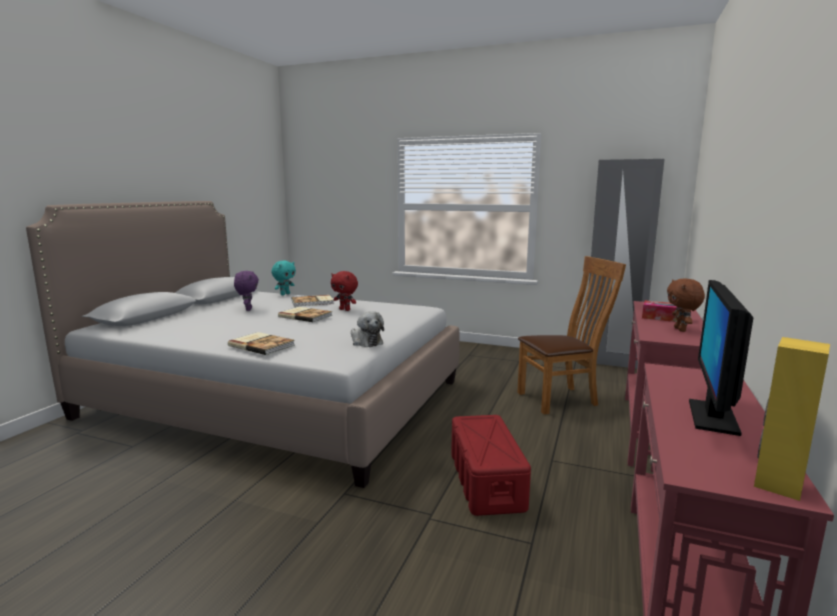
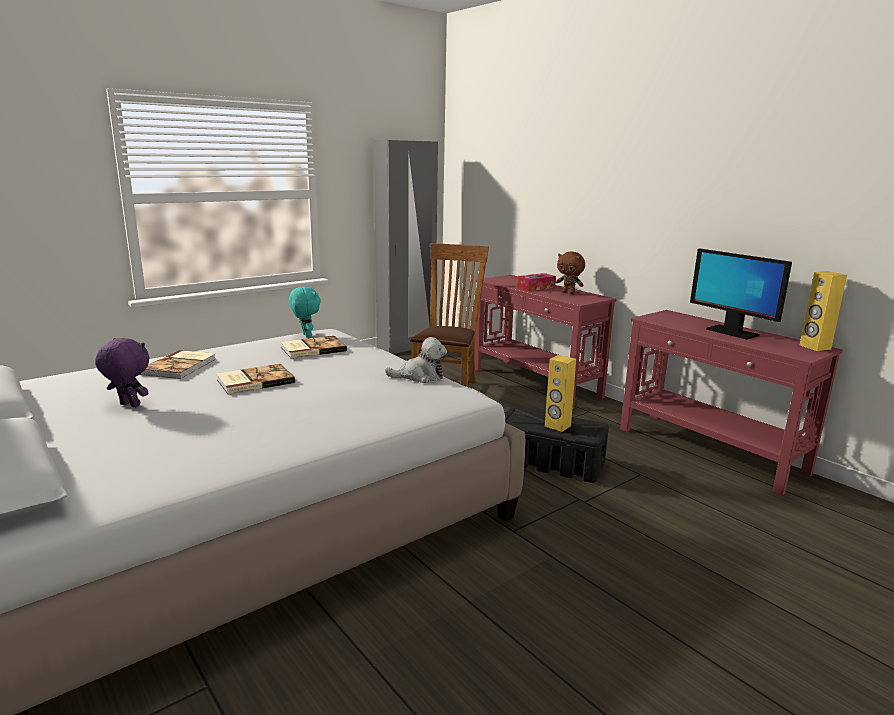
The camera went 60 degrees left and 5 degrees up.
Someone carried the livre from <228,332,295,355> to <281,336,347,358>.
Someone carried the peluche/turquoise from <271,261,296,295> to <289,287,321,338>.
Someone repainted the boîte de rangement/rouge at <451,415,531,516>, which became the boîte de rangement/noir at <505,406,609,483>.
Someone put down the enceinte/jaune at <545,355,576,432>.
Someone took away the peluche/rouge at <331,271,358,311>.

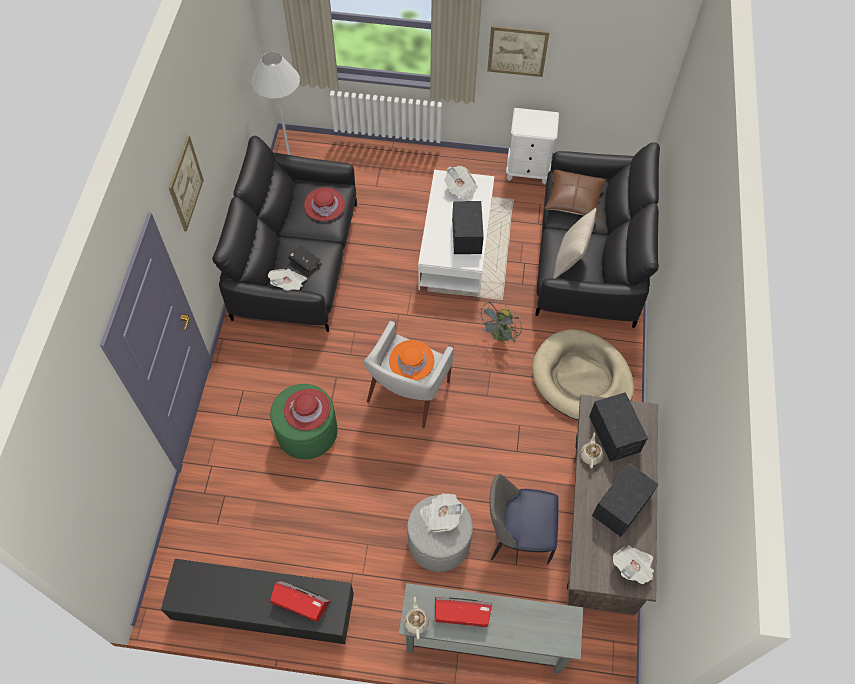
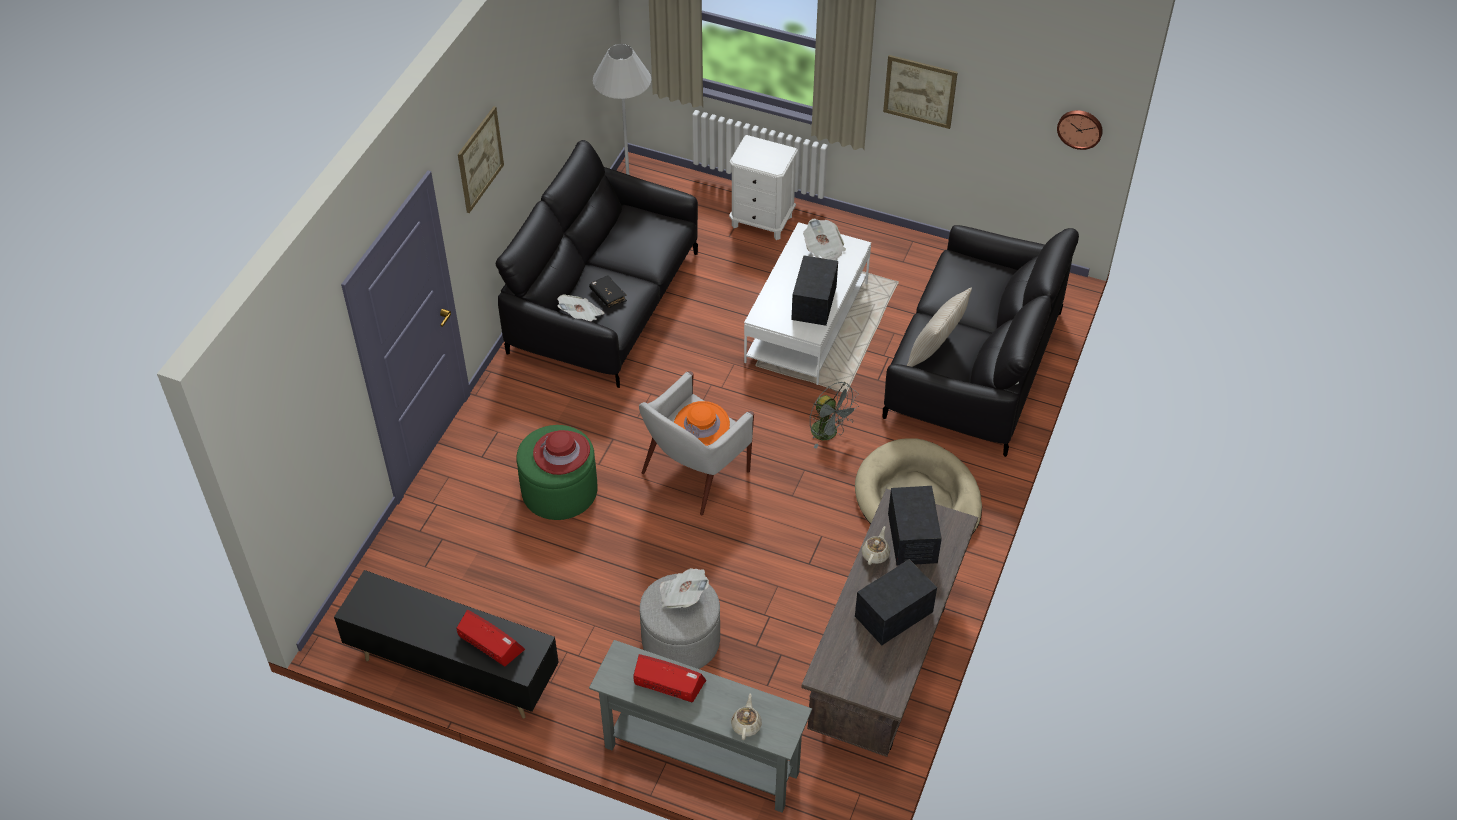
The camera went 15 degrees right and 10 degrees down.
Someone carried the table de chevet/blanc from <506,108,559,185> to <729,135,798,240>.
Someone carried the théière/beige from <404,597,429,639> to <731,693,762,740>.
Someone rotated the ventilateur/gris at <477,301,522,344> by 90 degrees counterclockwise.
Someone put up the horloge murale at <1057,110,1103,150>.
Someone took away the chapeau/rouge at <304,187,345,221>.
Someone took away the chaise at <490,474,559,565>.
Someone took away the coussin/marron at <545,170,606,219>.
Someone took away the journal at <613,545,654,584>.

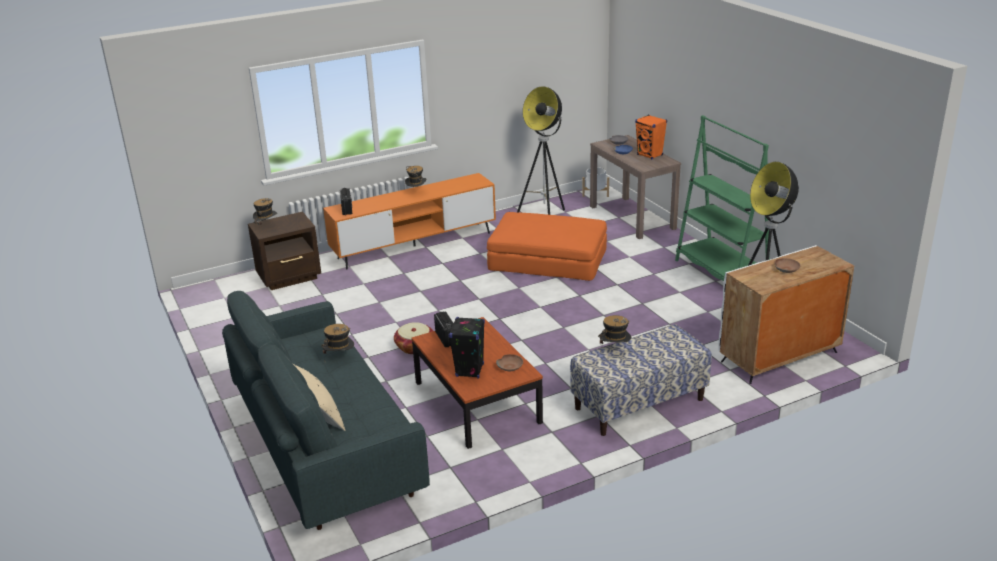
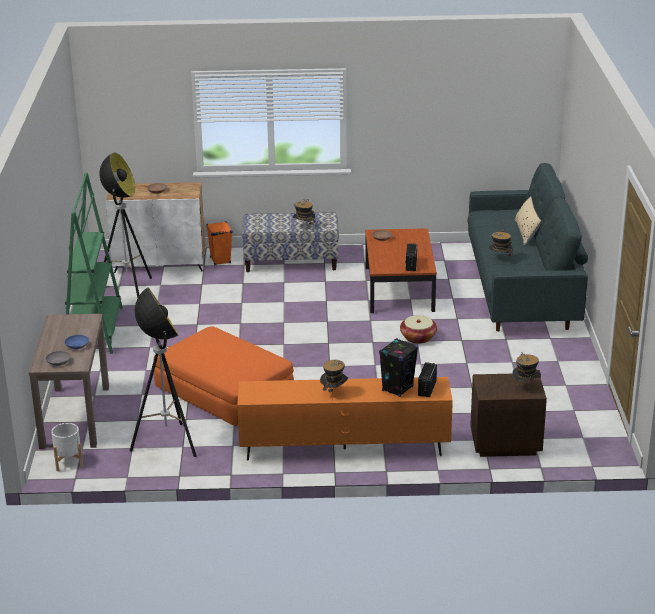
The camera went 155 degrees left and 0 degrees up.
Someone carried the enceinte/orange from <635,115,667,159> to <207,221,232,266>.
Someone carried the enceinte/noir from <449,317,485,378> to <379,338,418,397>.

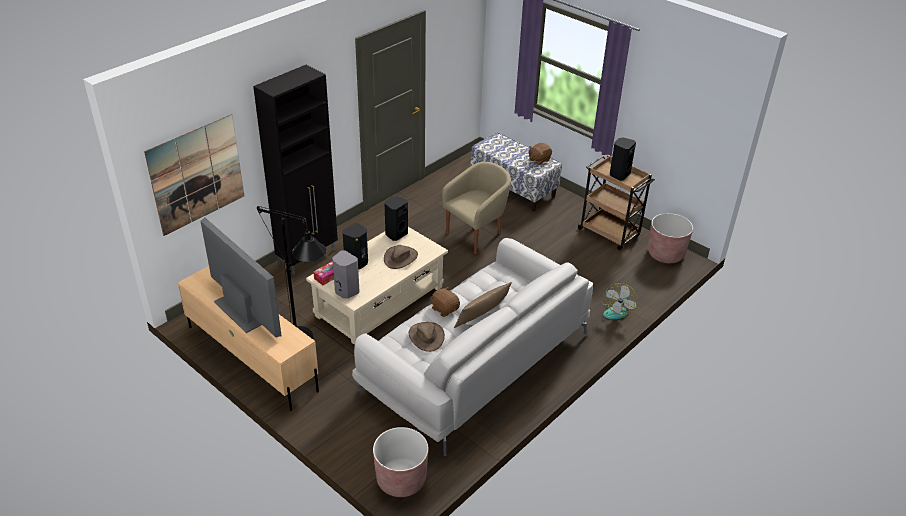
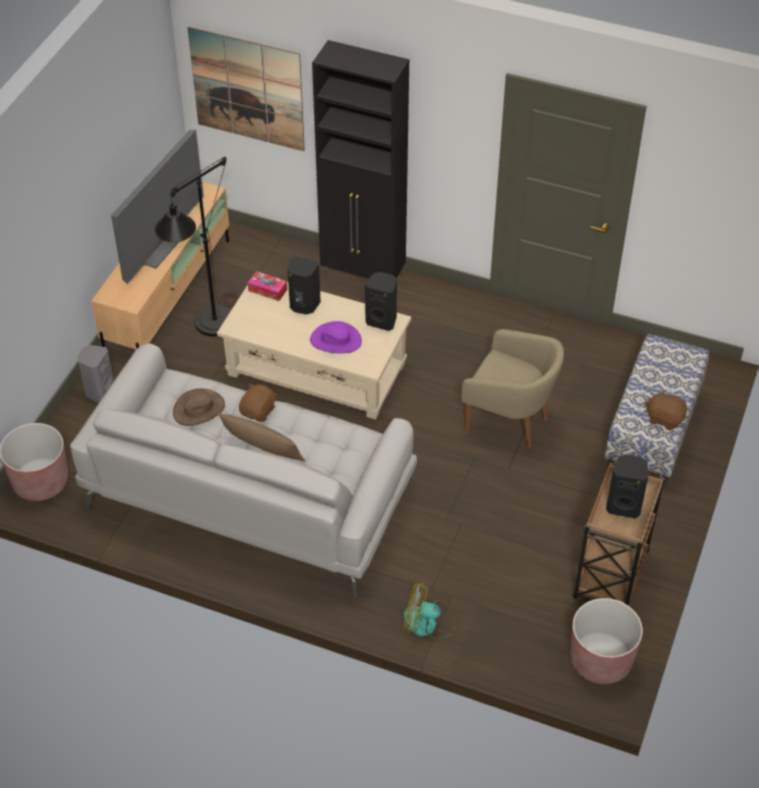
The camera went 70 degrees right and 10 degrees up.
Someone carried the enceinte/gris from <332,250,359,299> to <77,345,114,403>.
Someone repainted the chapeau/marron at <384,245,418,269>, which became the chapeau/violet at <310,321,362,354>.

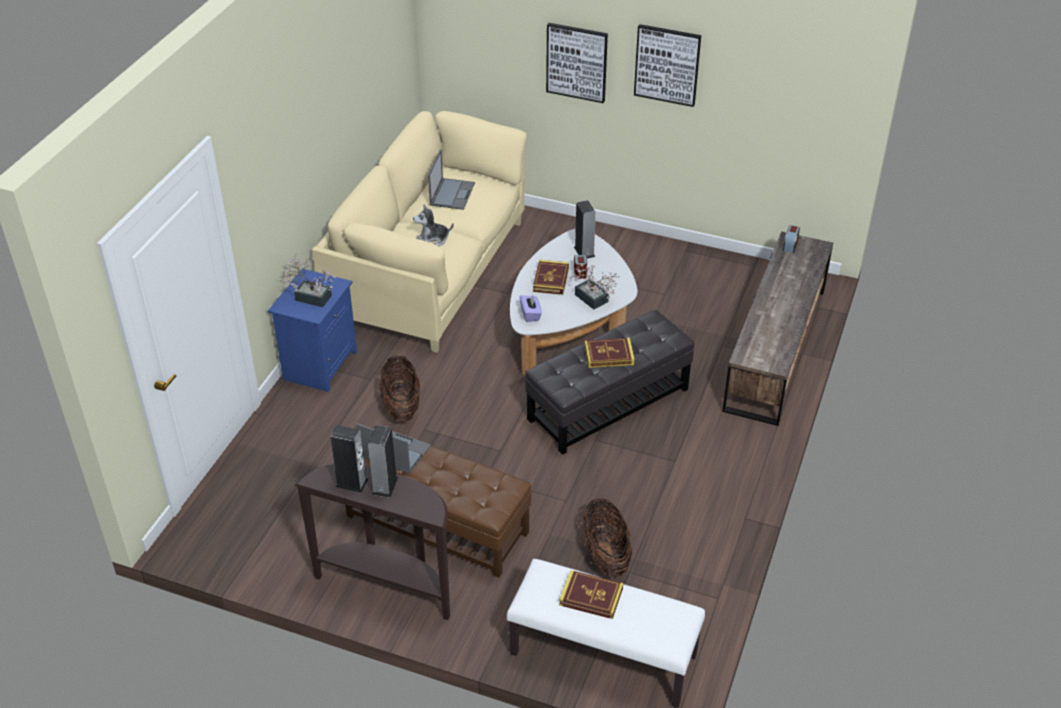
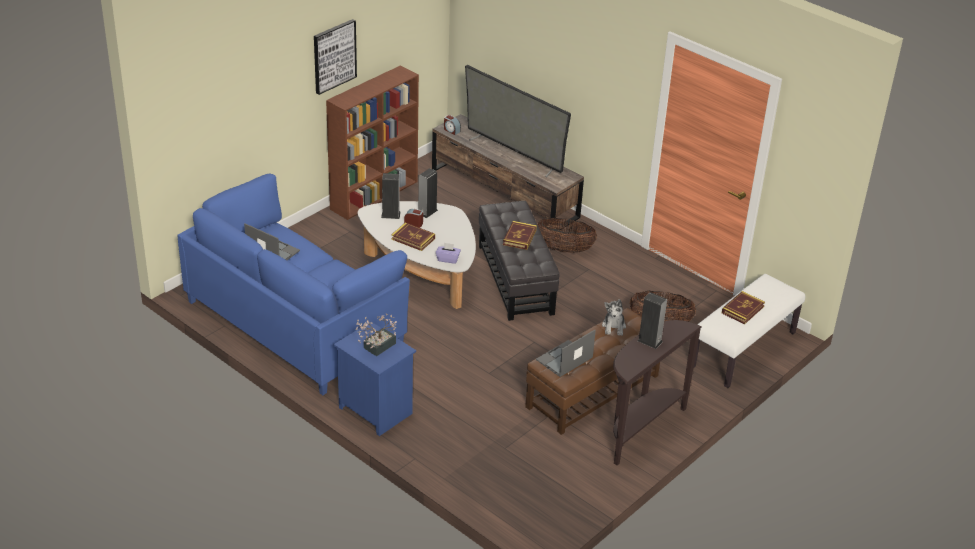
The camera went 70 degrees left and 5 degrees down.
Someone repainted the canapé/beige at <312,111,527,353>, which became the canapé/bleu at <177,174,410,395>.
Someone put down the bibliothèque/marron at <326,66,419,220>.
Someone carried the enceinte from <330,425,369,493> to <418,168,438,218>.
Someone put down the téléviseur at <465,65,571,178>.
Someone carried the panier from <380,355,420,422> to <537,218,597,253>.
Someone carried the peluche from <413,205,453,246> to <602,299,626,336>.
Someone took away the tableau at <546,23,608,103>.
Someone took away the plante en pot at <569,264,619,310>.

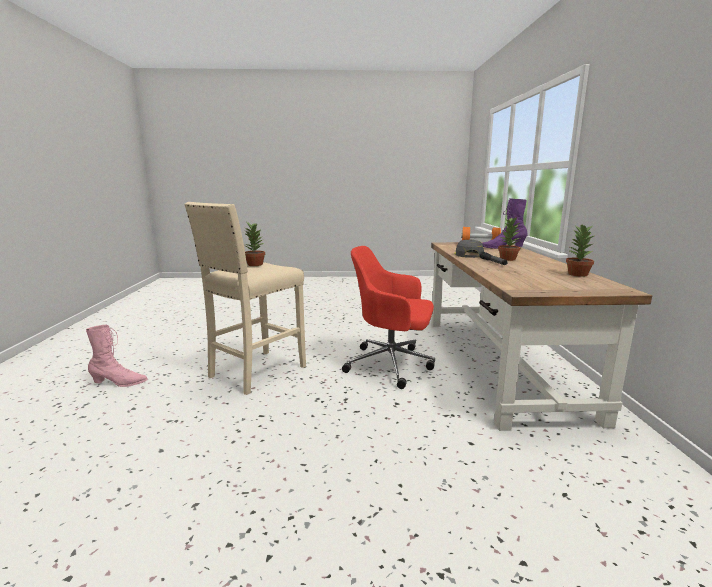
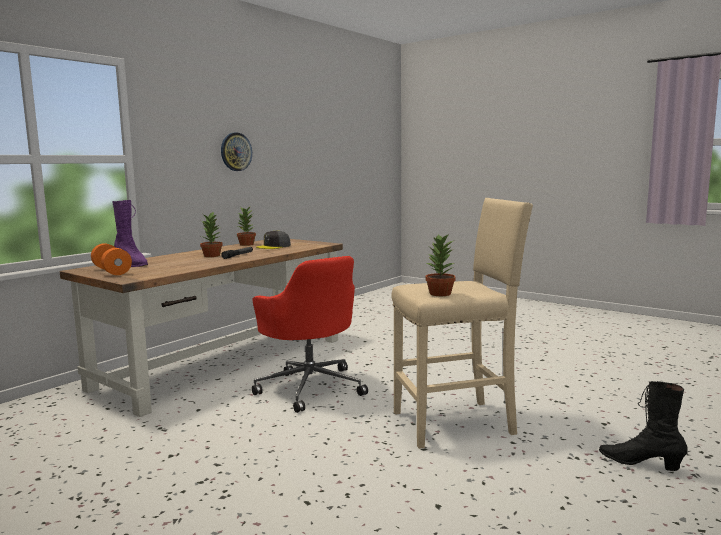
The camera went 140 degrees left and 5 degrees down.
Someone put up the horloge murale at <221,133,252,171>.
Someone carried the casquette/gris from <454,239,484,258> to <256,230,291,249>.
Someone repainted the botte/rose at <86,325,148,387>, which became the botte/noir at <599,381,688,471>.

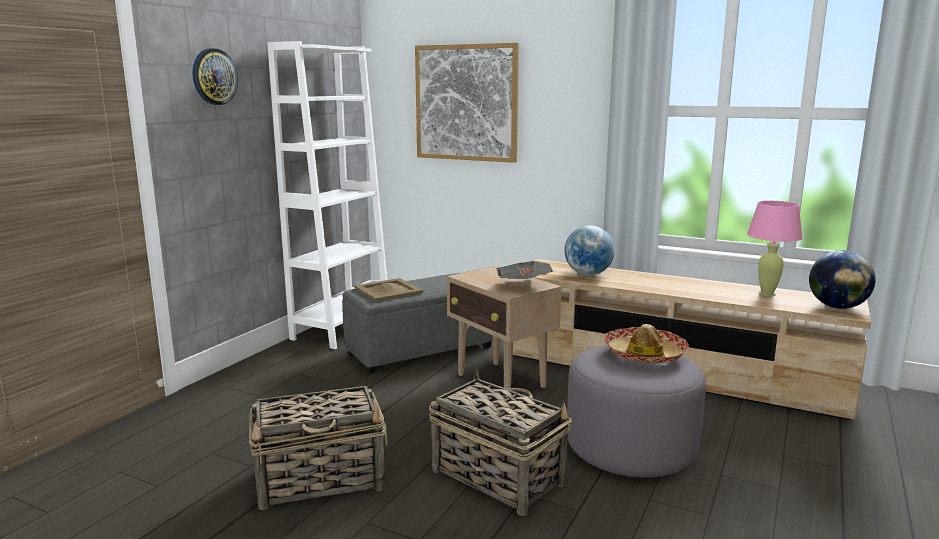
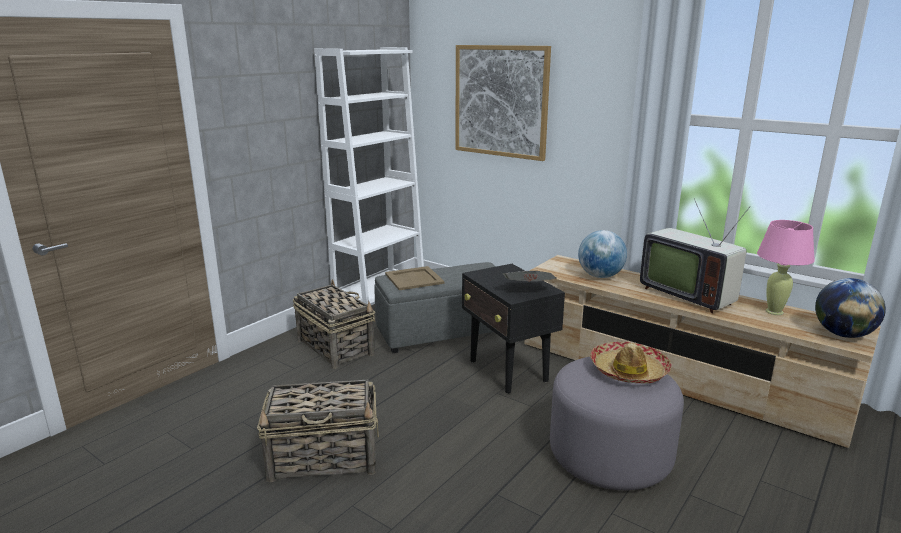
The camera went 10 degrees right and 5 degrees up.
Someone carried the panier from <429,370,572,516> to <293,279,376,369>.
Someone repainted the table d'appoint/beige at <447,266,561,389>, which became the table d'appoint/noir at <462,264,565,393>.
Someone put down the téléviseur at <640,198,750,313>.
Someone took away the horloge murale at <193,48,238,105>.

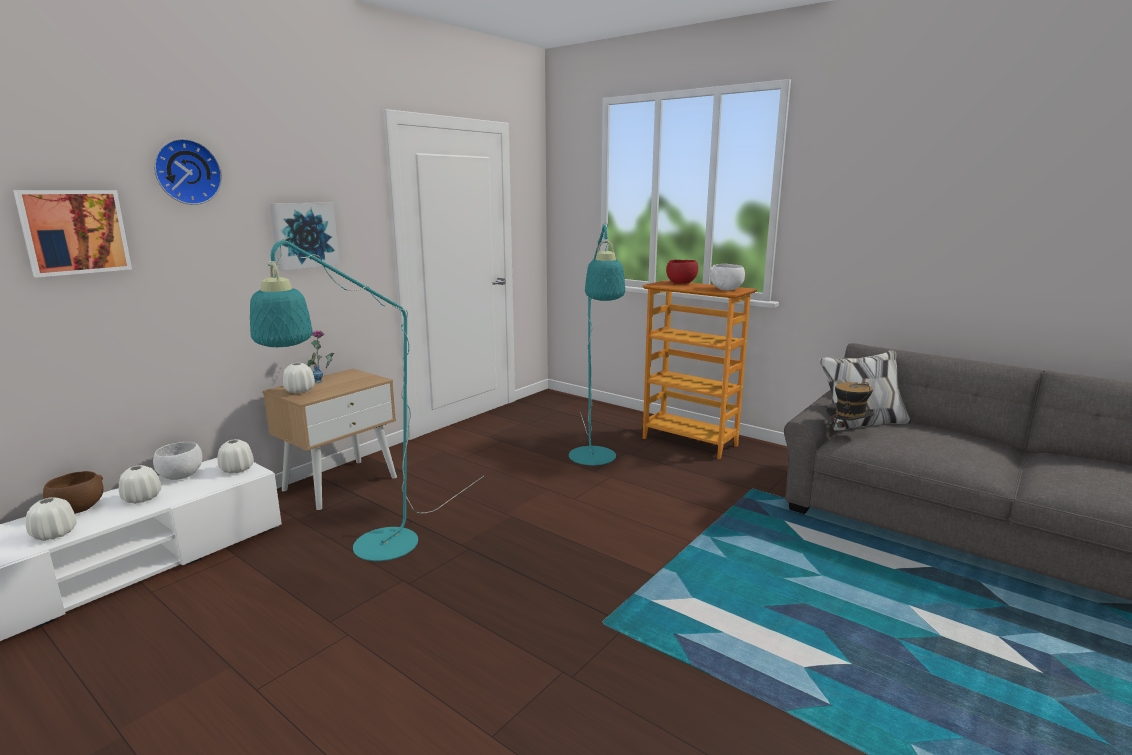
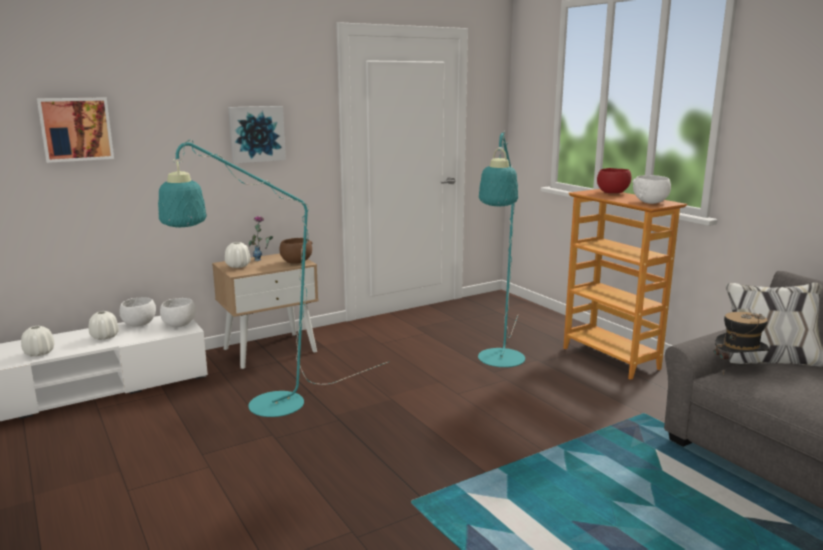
The camera went 20 degrees right and 0 degrees up.
Someone swapped the vase/blanc at <218,439,254,474> for the bol/blanc at <160,298,196,327>.
Someone carried the bol/marron from <43,471,104,514> to <279,238,312,263>.
Someone took away the horloge murale at <154,139,222,205>.

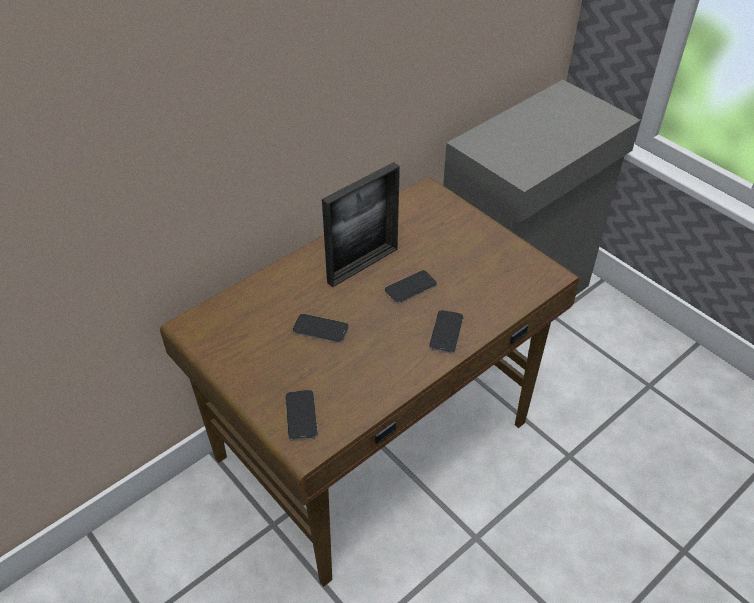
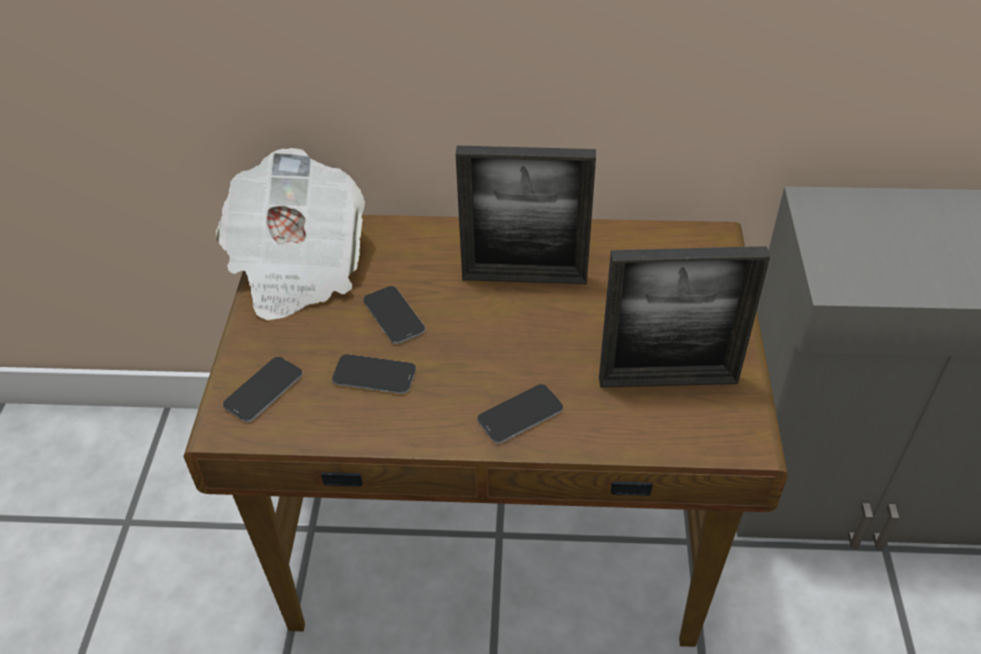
The camera went 45 degrees right and 0 degrees up.
Someone put down the journal at <216,148,365,321>.
Someone carried the téléphone from <385,270,437,304> to <332,354,416,394>.
Someone put down the cadre photo at <599,246,770,388>.

